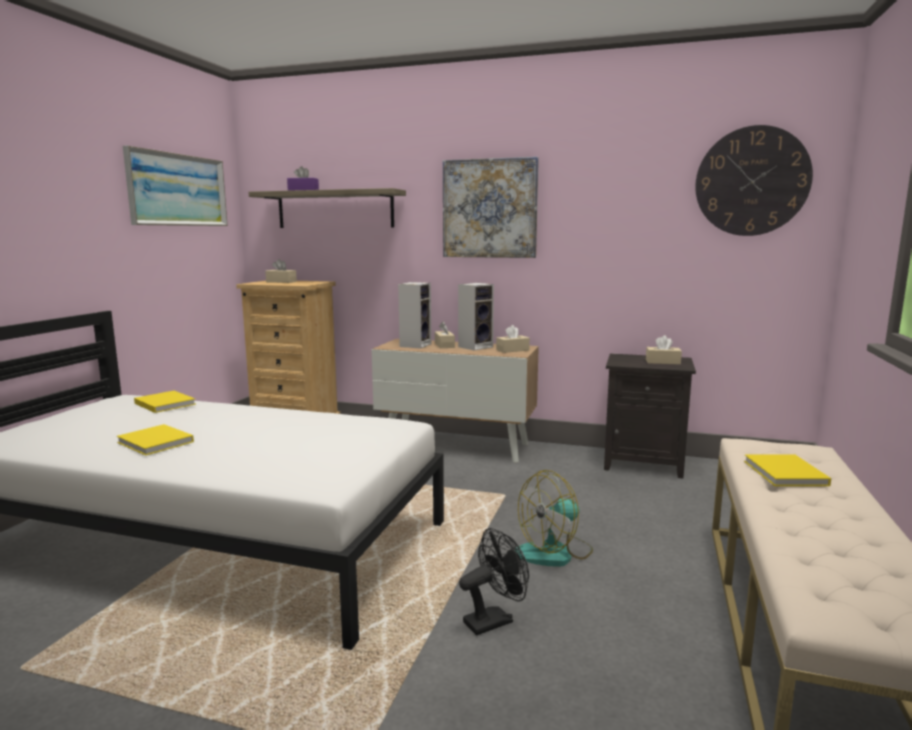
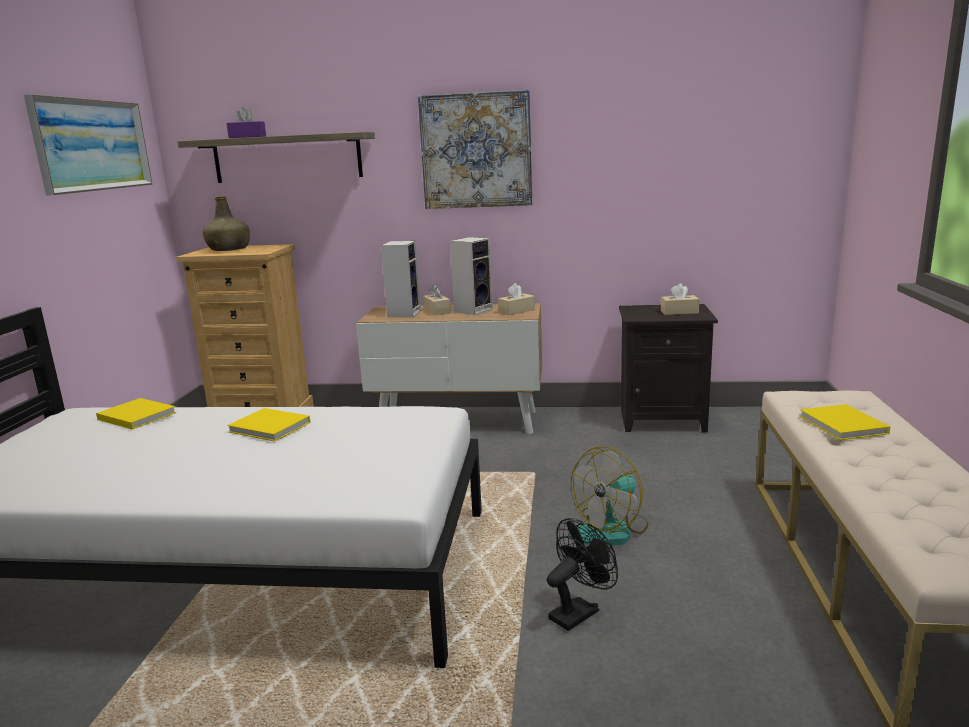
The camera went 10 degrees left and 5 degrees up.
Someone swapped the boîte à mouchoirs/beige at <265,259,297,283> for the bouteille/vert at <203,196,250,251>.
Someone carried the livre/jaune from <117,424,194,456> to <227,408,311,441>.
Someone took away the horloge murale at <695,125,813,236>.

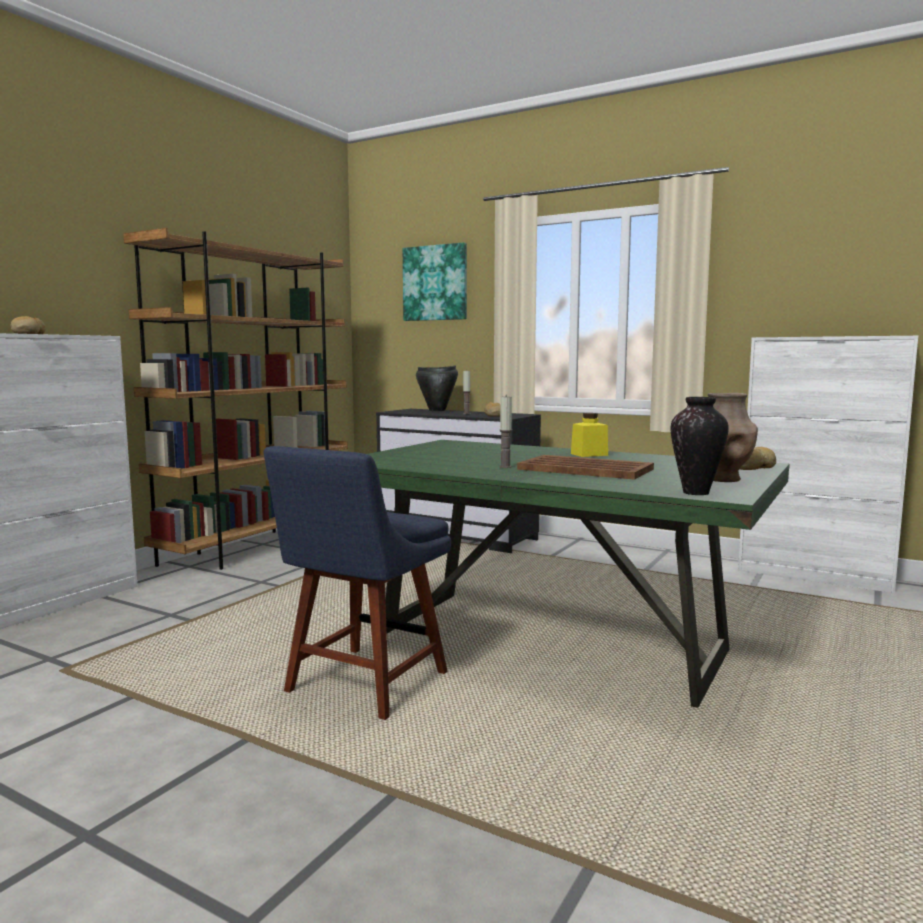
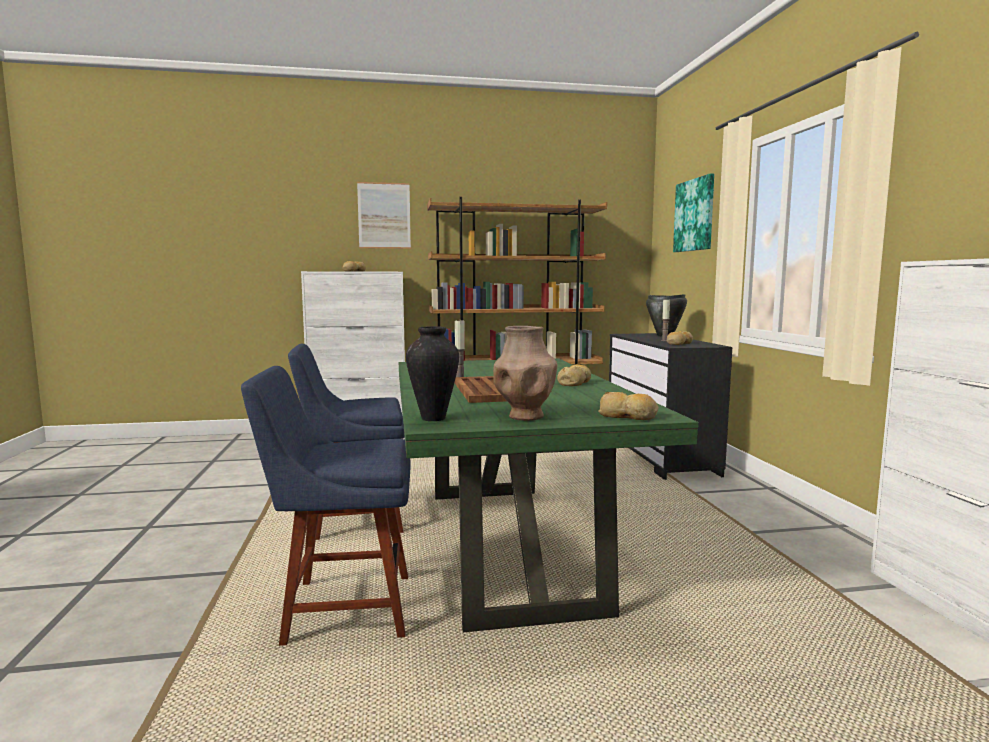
The camera went 50 degrees right and 0 degrees up.
Someone put down the chaise/bleu at <241,366,411,646>.
Someone put up the tableau at <357,182,411,249>.
Someone swapped the bocal/jaune at <571,413,608,457> for the pain at <557,364,591,386>.

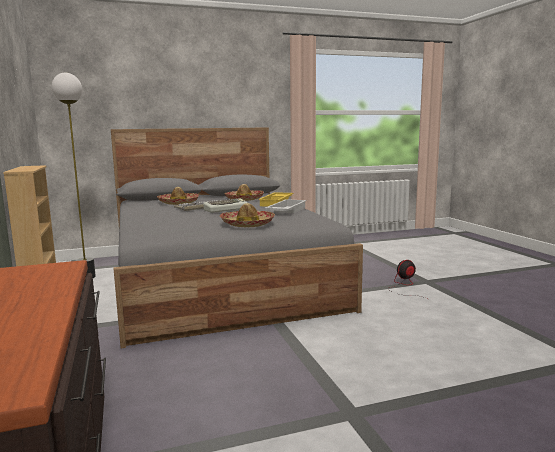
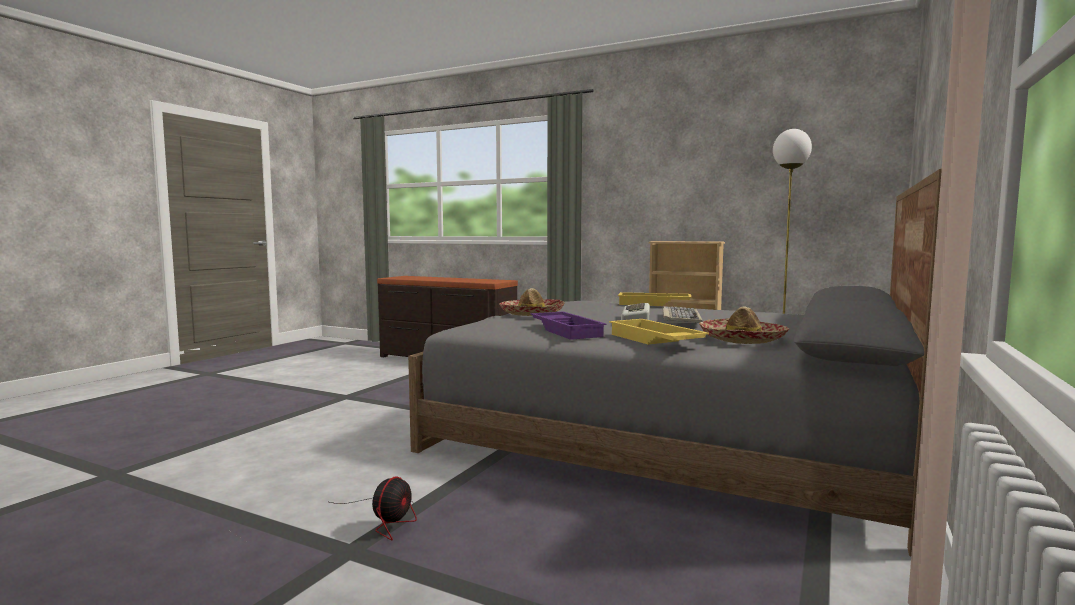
The camera went 135 degrees right and 5 degrees down.
Someone repainted the plateau/blanc at <265,199,307,213>, which became the plateau/violet at <530,311,607,340>.
Someone put down the plateau/jaune at <618,292,692,306>.
Someone took away the chapeau at <157,187,199,205>.

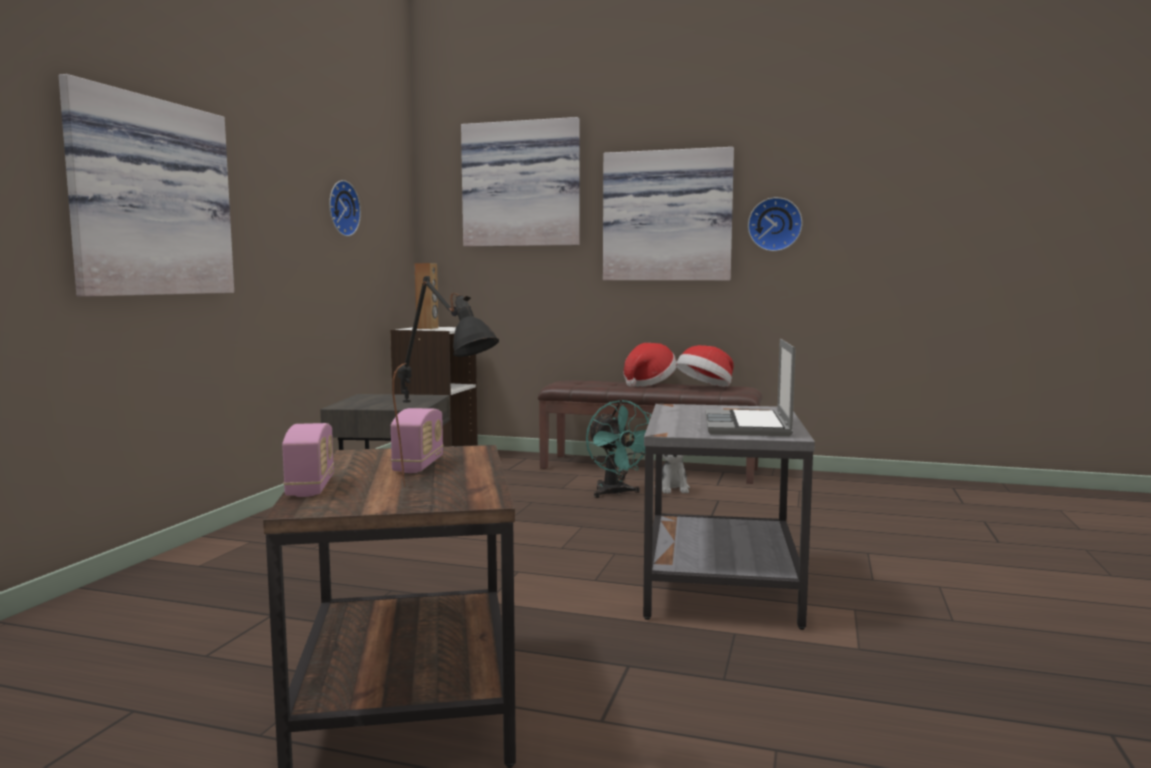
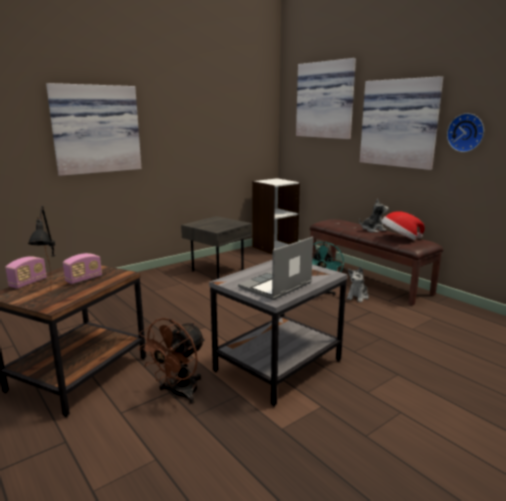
The camera went 35 degrees right and 10 degrees up.
Someone put down the ventilateur/marron at <138,318,206,404>.
Someone swapped the chapeau at <623,343,677,387> for the peluche at <359,199,388,232>.
Someone took away the horloge murale at <329,180,361,237>.
Someone took away the enceinte/marron at <415,263,439,329>.

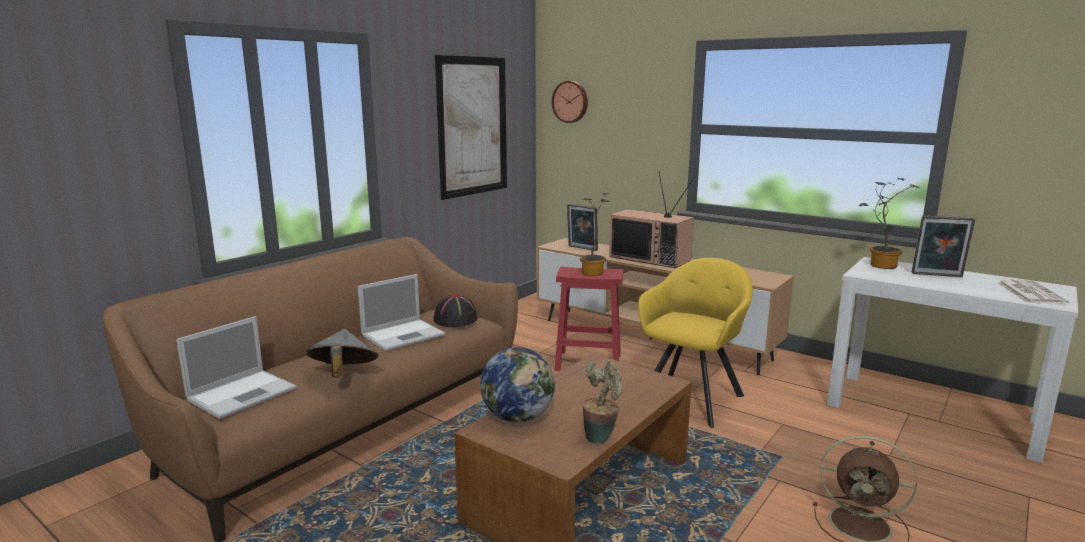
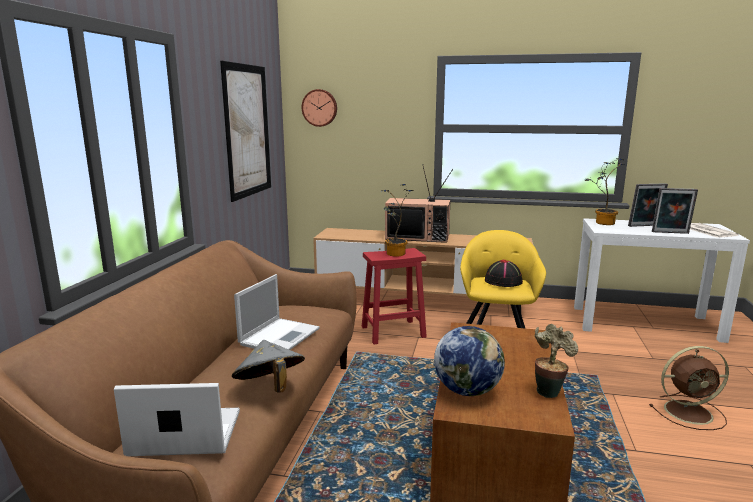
The camera went 25 degrees left and 0 degrees up.
Someone rotated the ordinateur portable at <176,316,296,419> by 105 degrees counterclockwise.
Someone carried the chapeau/noir from <433,294,477,327> to <485,259,523,287>.
Someone carried the cadre photo from <567,204,598,251> to <652,188,698,234>.

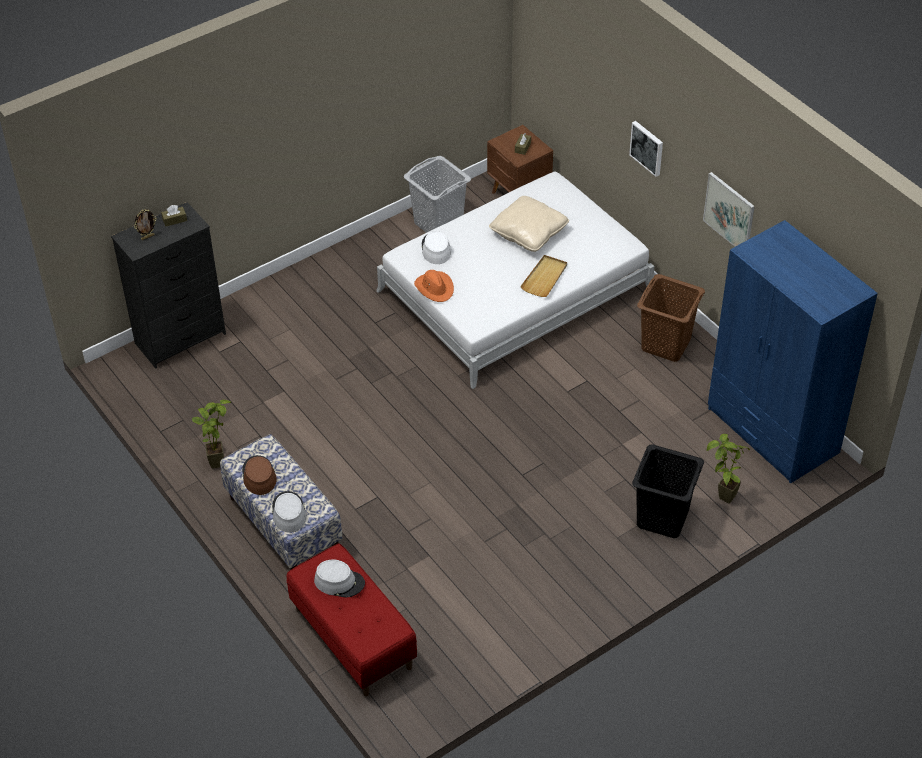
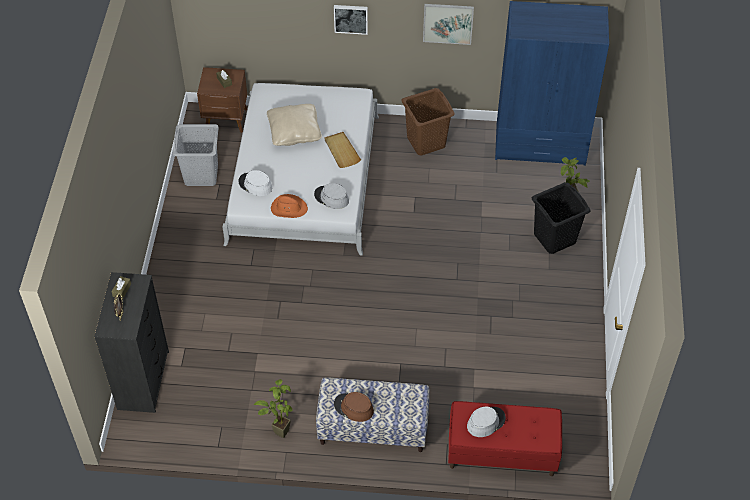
The camera went 50 degrees left and 5 degrees up.
Someone carried the chapeau/gris from <272,491,306,533> to <314,183,349,209>.

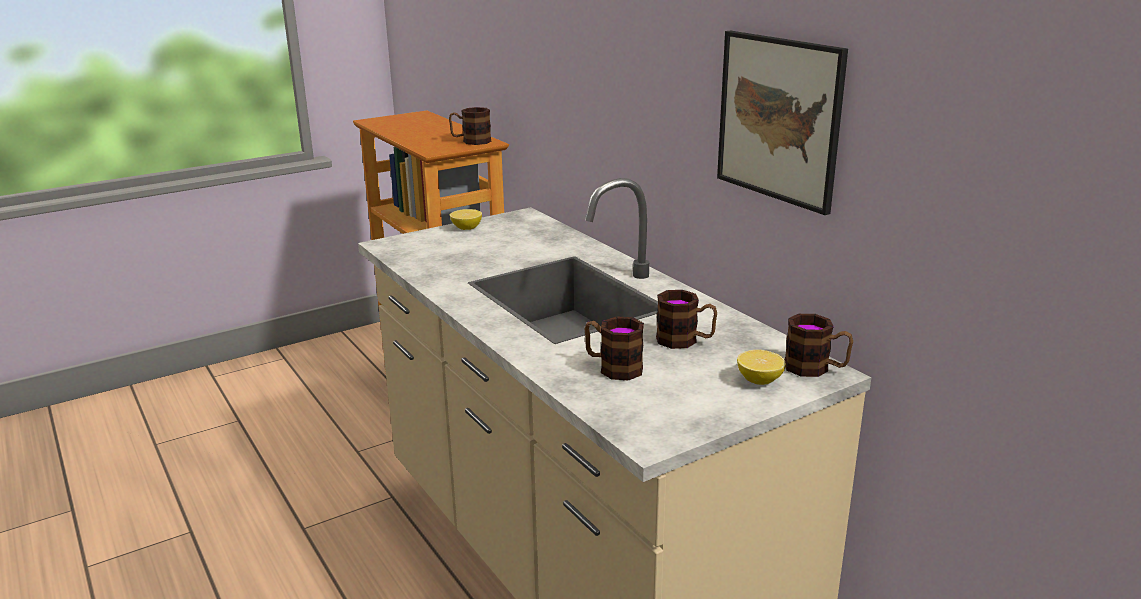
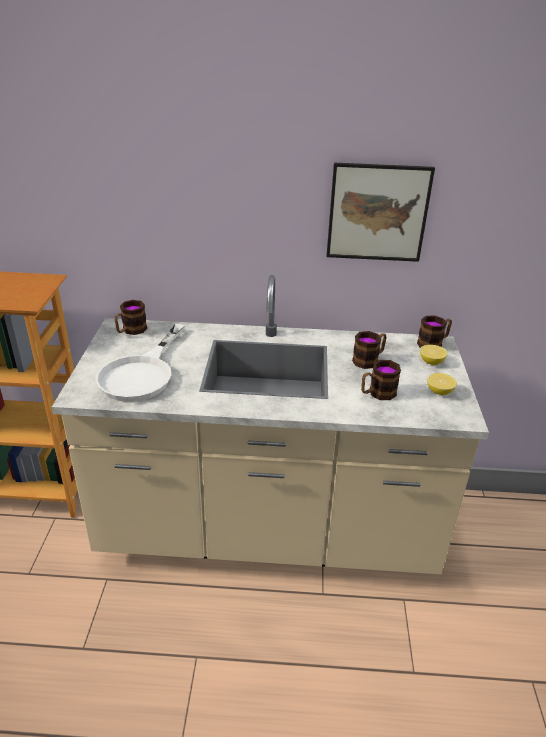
The camera went 55 degrees left and 10 degrees up.
Someone put down the poêle/blanc at <95,324,185,402>.
Someone carried the mug from <449,107,491,145> to <114,300,147,335>.
Someone carried the citron from <450,209,482,230> to <427,373,457,395>.

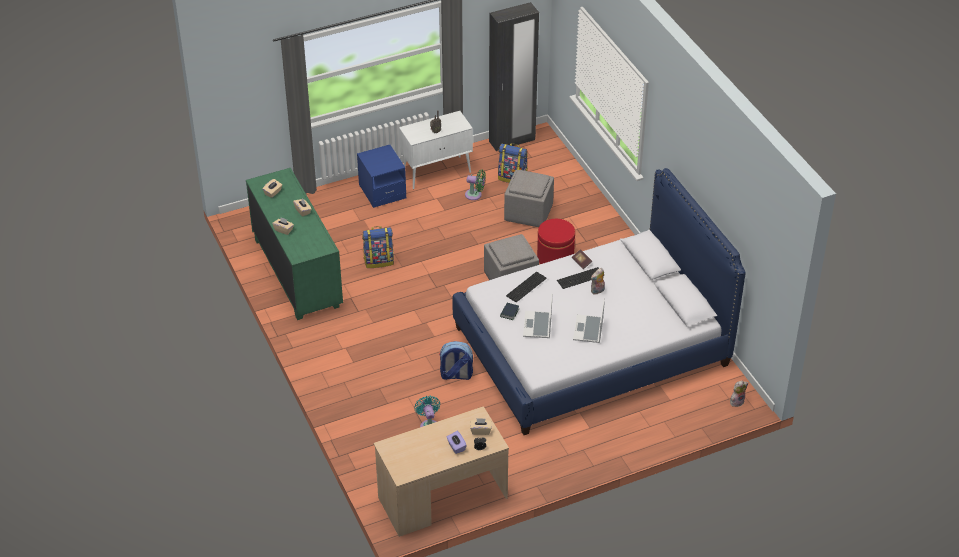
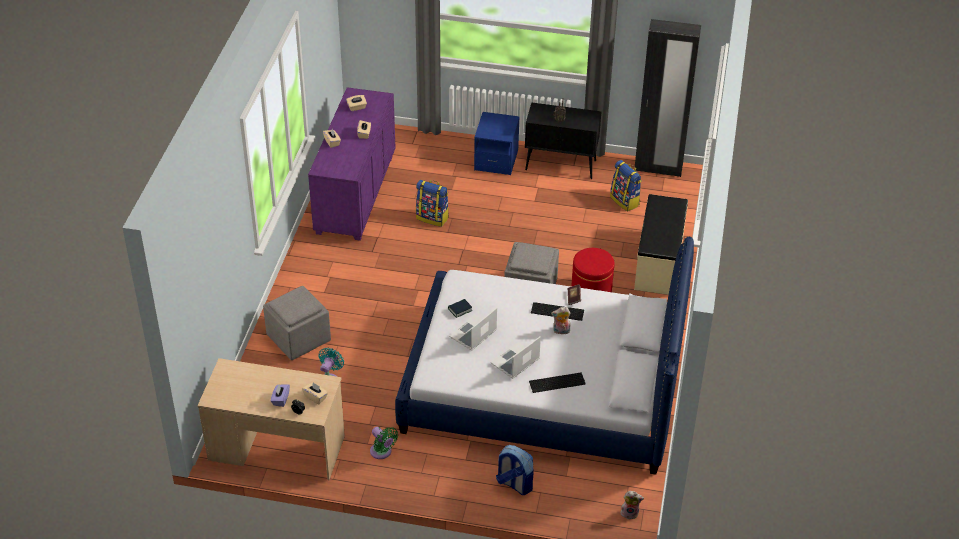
The camera went 35 degrees right and 0 degrees up.
Someone carried the pouf/gris from <504,170,554,227> to <263,286,331,360>.
Someone repainted the commode/vert at <246,168,343,320>, which became the commode/violet at <308,87,395,241>.
Someone carried the ventilateur/vert from <465,170,486,200> to <370,427,398,459>.
Someone carried the sac à dos from <439,341,473,380> to <496,445,534,495>.
Someone repainted the meuble de rangement/blanc at <399,111,473,189>, which became the meuble de rangement/noir at <525,103,602,179>.
Someone carried the clavier from <506,272,547,302> to <529,373,586,393>.
Someone put down the banc/beige at <634,194,688,295>.

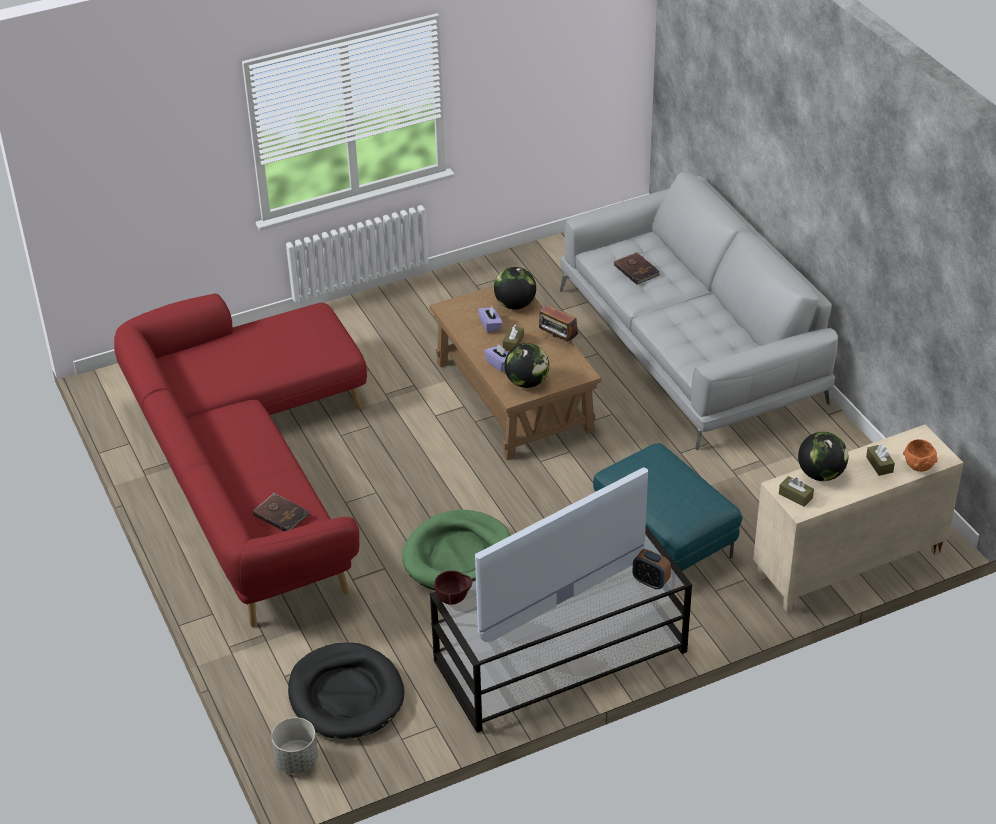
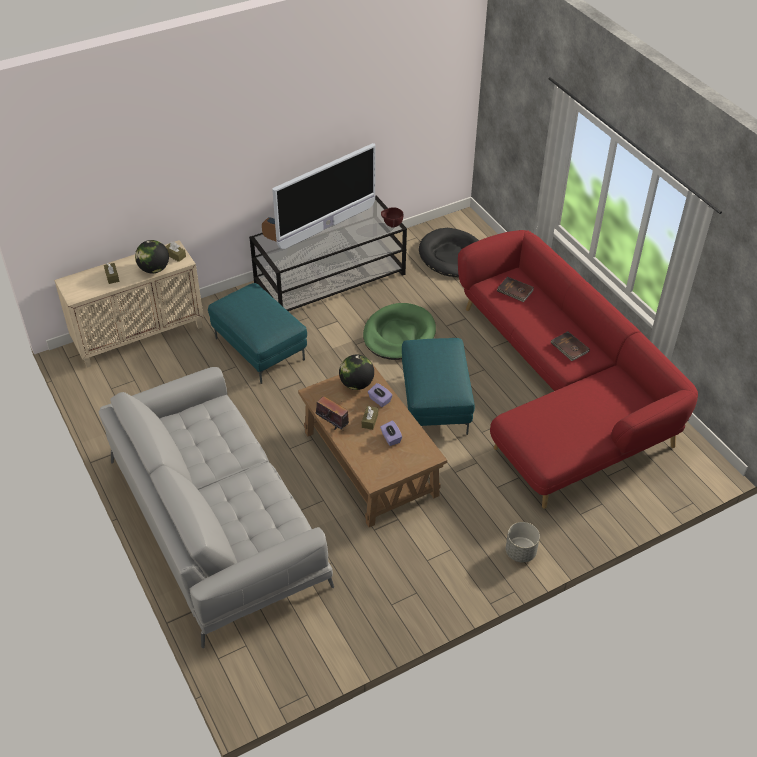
The camera went 175 degrees right and 5 degrees up.
Someone put down the pouf/turquoise at <402,338,475,435>.
Someone carried the cache-pot/gris from <271,717,318,774> to <506,522,540,562>.
Someone carried the livre/marron from <614,252,660,285> to <551,331,590,361>.
Someone took away the globe at <494,267,536,310>.
Someone took away the bol/orange at <903,439,938,472>.

